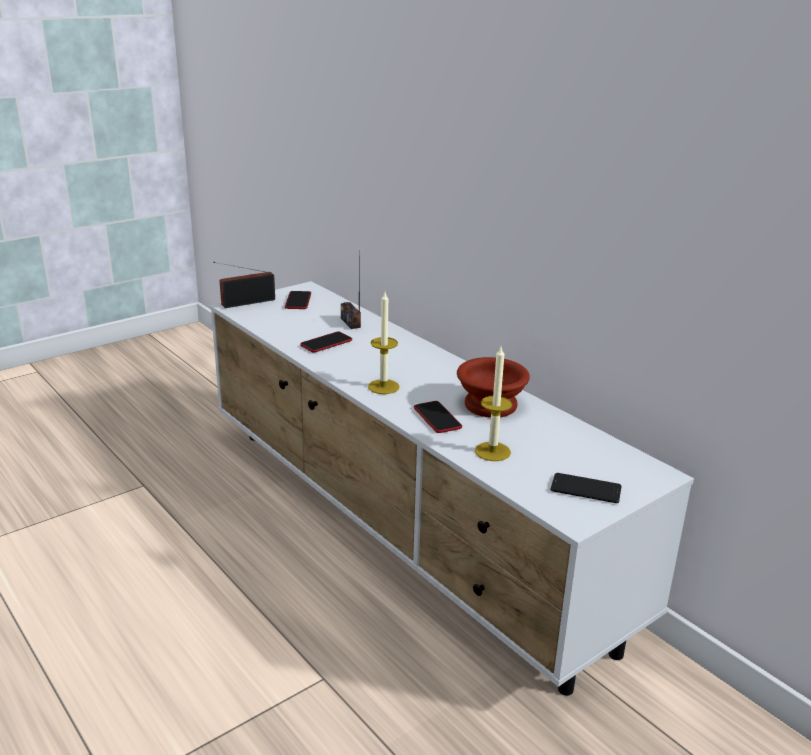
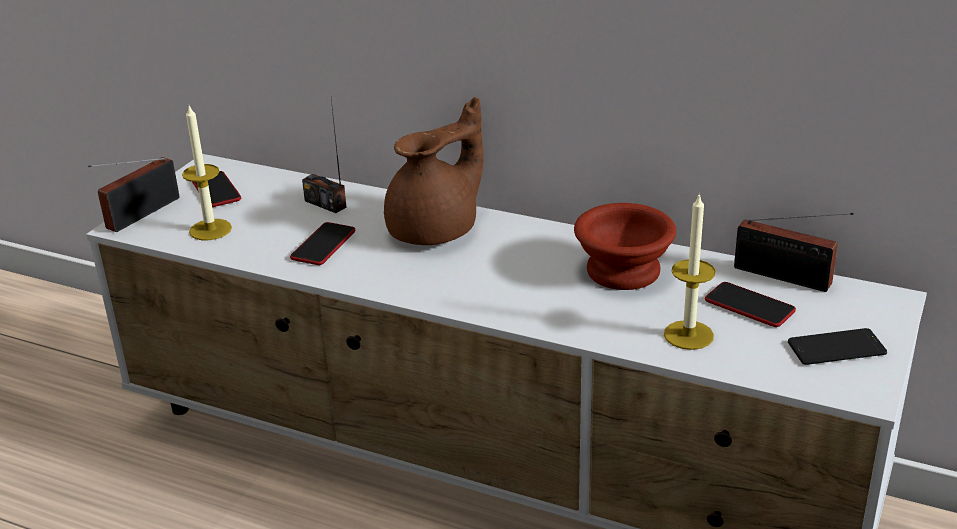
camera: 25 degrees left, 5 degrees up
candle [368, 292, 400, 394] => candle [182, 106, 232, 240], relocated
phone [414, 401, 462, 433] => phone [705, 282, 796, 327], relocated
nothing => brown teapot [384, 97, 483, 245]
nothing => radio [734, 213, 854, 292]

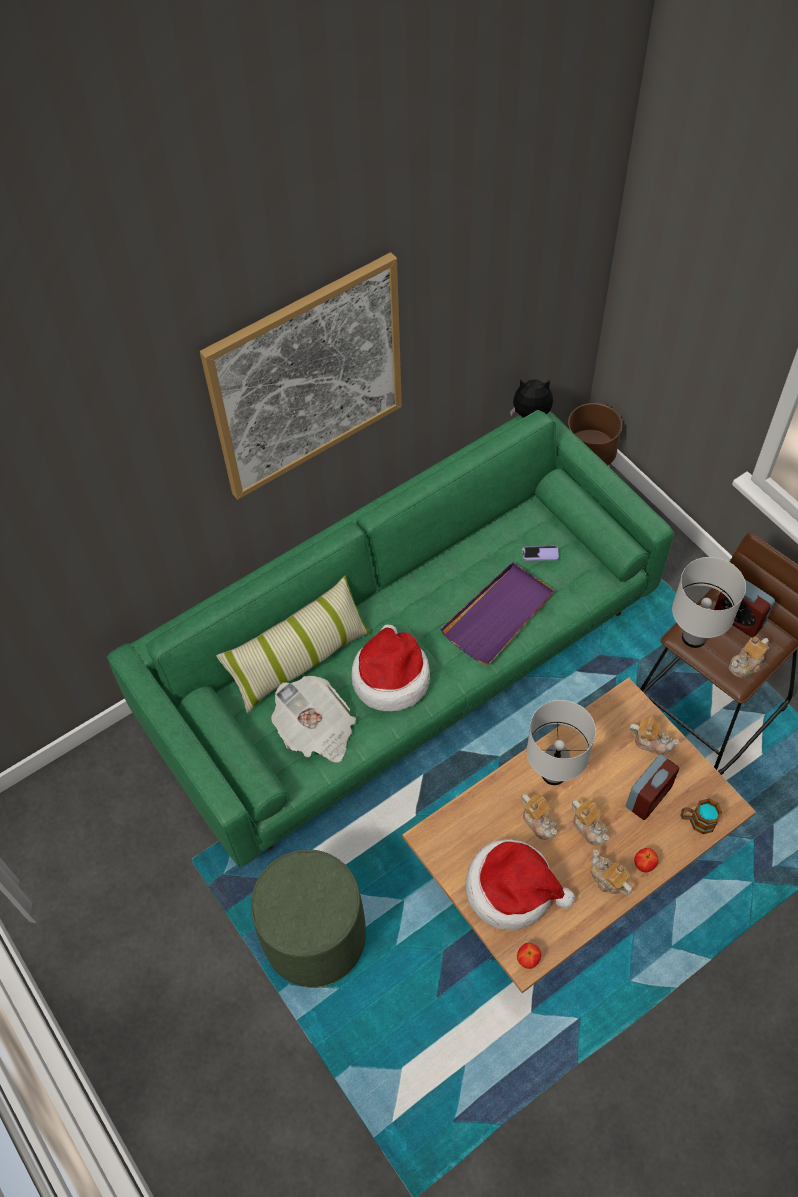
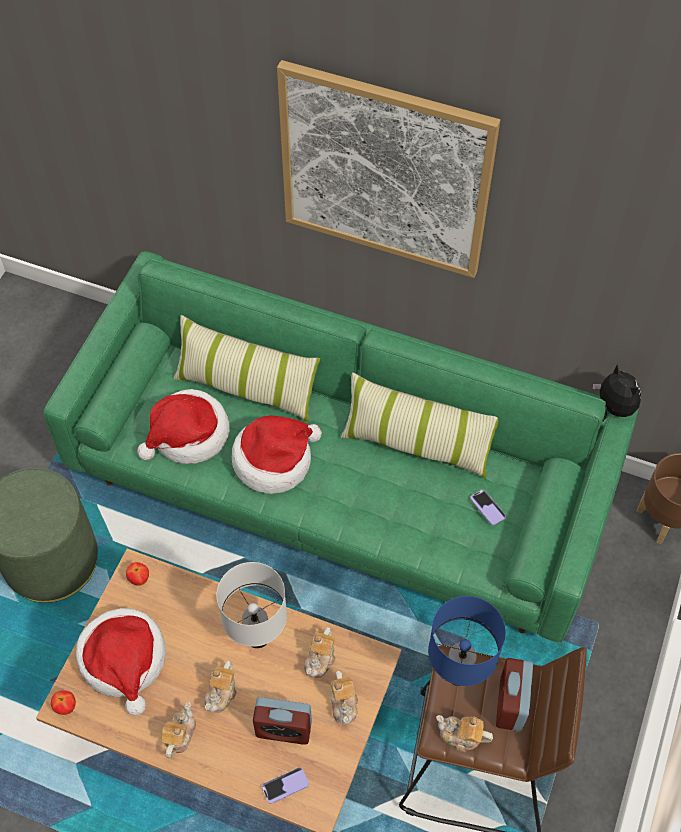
camera: 55 degrees right, 0 degrees up
newspaper [271, 676, 356, 763] => hat [137, 389, 230, 464]
purple tray [440, 562, 554, 665] => nothing
teapot [521, 794, 557, 840] => teapot [304, 627, 335, 678], relocated
apple [634, 848, 659, 872] => apple [126, 562, 149, 586], relocated
white table lamp [672, 557, 746, 648] => blue table lamp [428, 596, 506, 686]
mug [680, 798, 722, 834] => phone [262, 767, 309, 804]
nothing => pillow [341, 372, 498, 478]

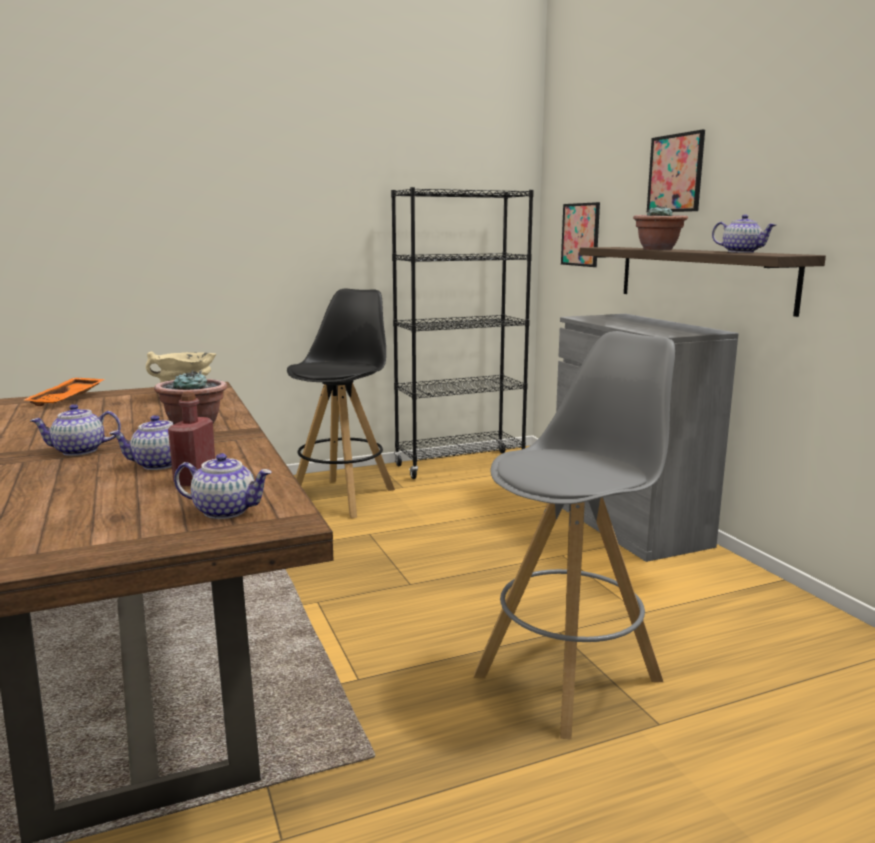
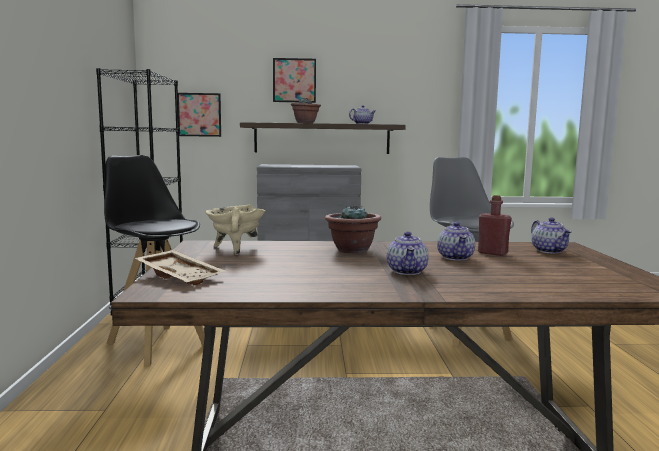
camera: 70 degrees left, 5 degrees down
orange tray [24, 378, 105, 406] => beige tray [135, 250, 225, 285]
teapot [174, 453, 272, 519] => teapot [531, 217, 572, 253], 135 degrees clockwise

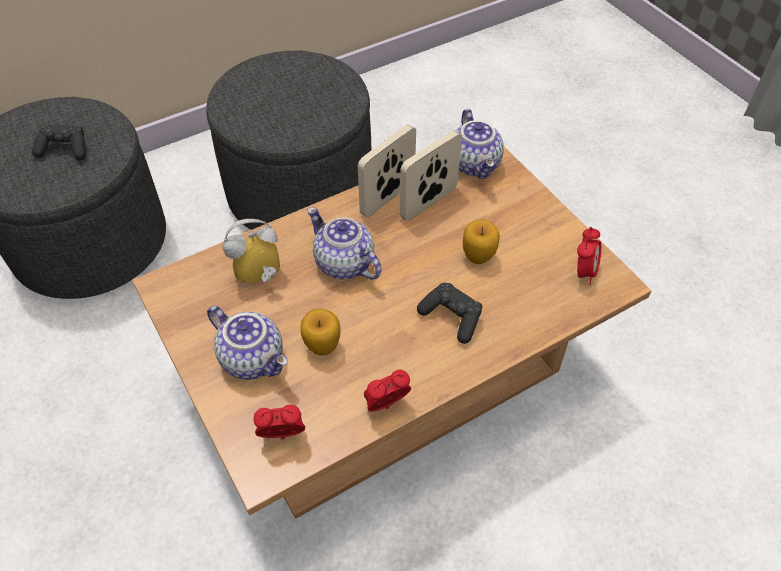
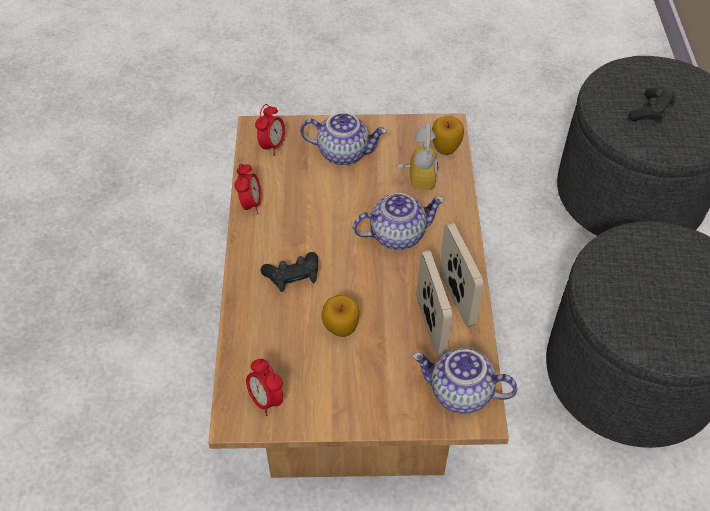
camera: 120 degrees right, 0 degrees up
teapot [207, 306, 288, 380] => teapot [300, 112, 387, 165], 150 degrees counterclockwise
apple [300, 308, 340, 355] => apple [432, 116, 464, 155], relocated

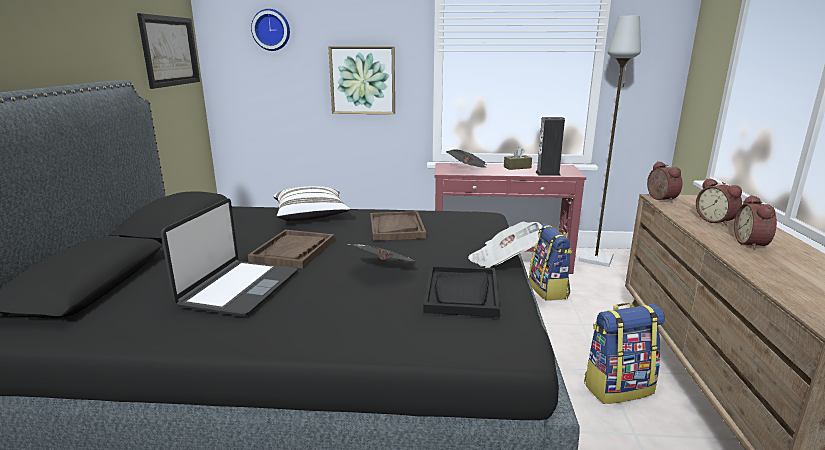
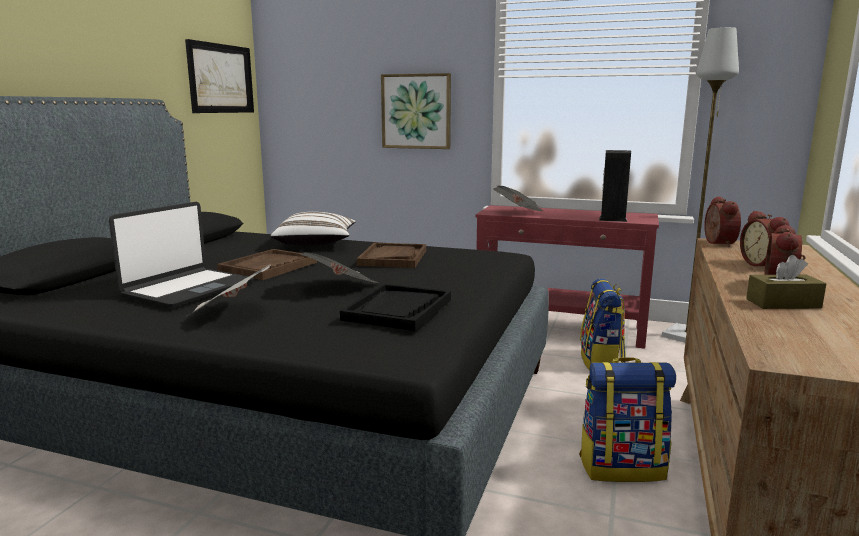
camera: 15 degrees right, 5 degrees down
wall clock [251, 9, 290, 51] => nothing
newspaper [468, 222, 543, 268] => newspaper [187, 265, 271, 316], relocated
brown tissue box [504, 147, 532, 170] => brown tissue box [746, 255, 826, 309], relocated

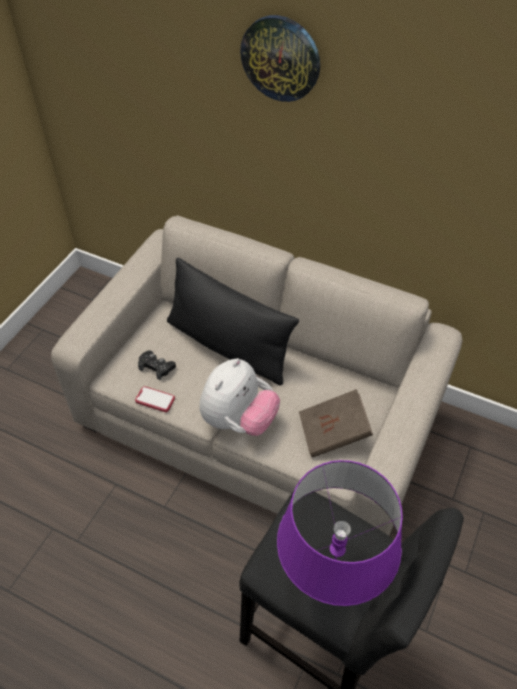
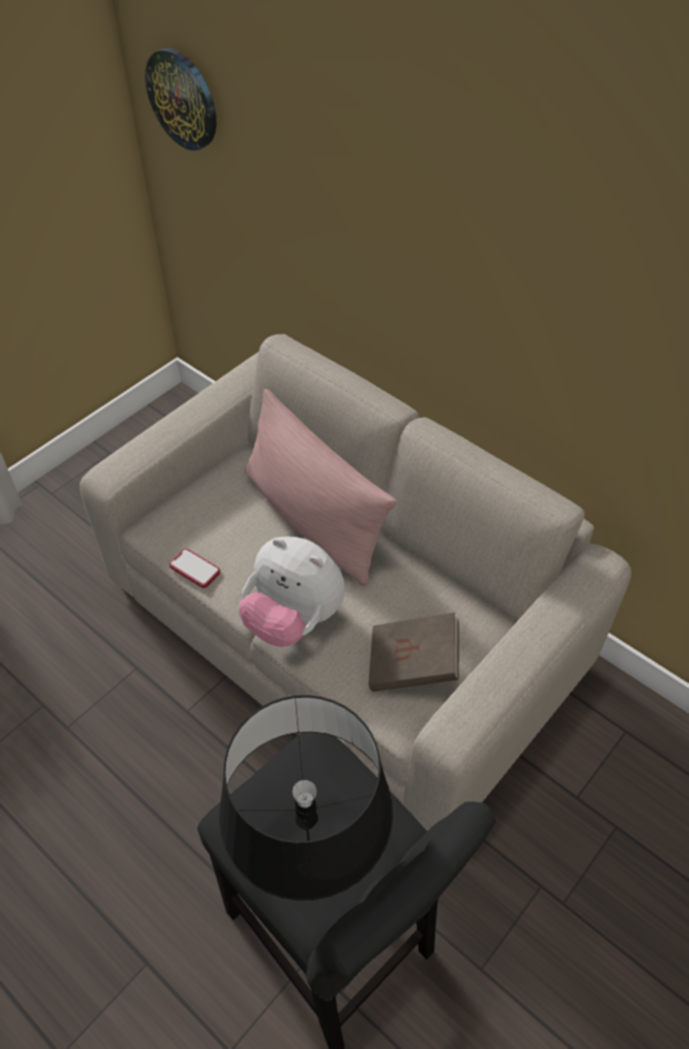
camera: 15 degrees right, 0 degrees up
black game controller [138, 350, 176, 380] => nothing
black pillow [167, 258, 299, 386] => pink pillow [245, 389, 397, 586]
plush toy [199, 358, 280, 436] => plush toy [239, 536, 345, 647], 75 degrees clockwise
wall clock [240, 15, 320, 102] => wall clock [145, 48, 217, 151], relocated
purple table lamp [277, 460, 403, 606] => black table lamp [219, 695, 393, 901]

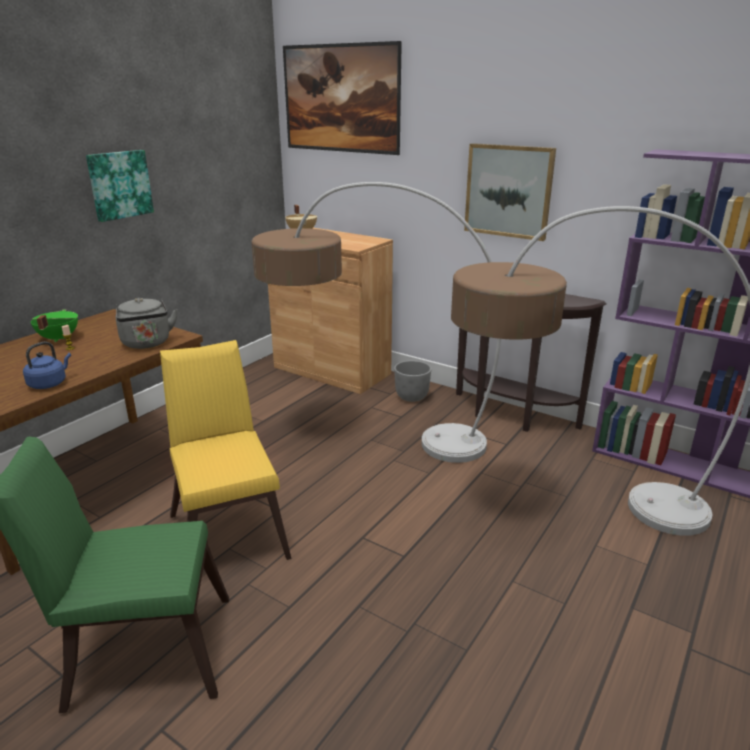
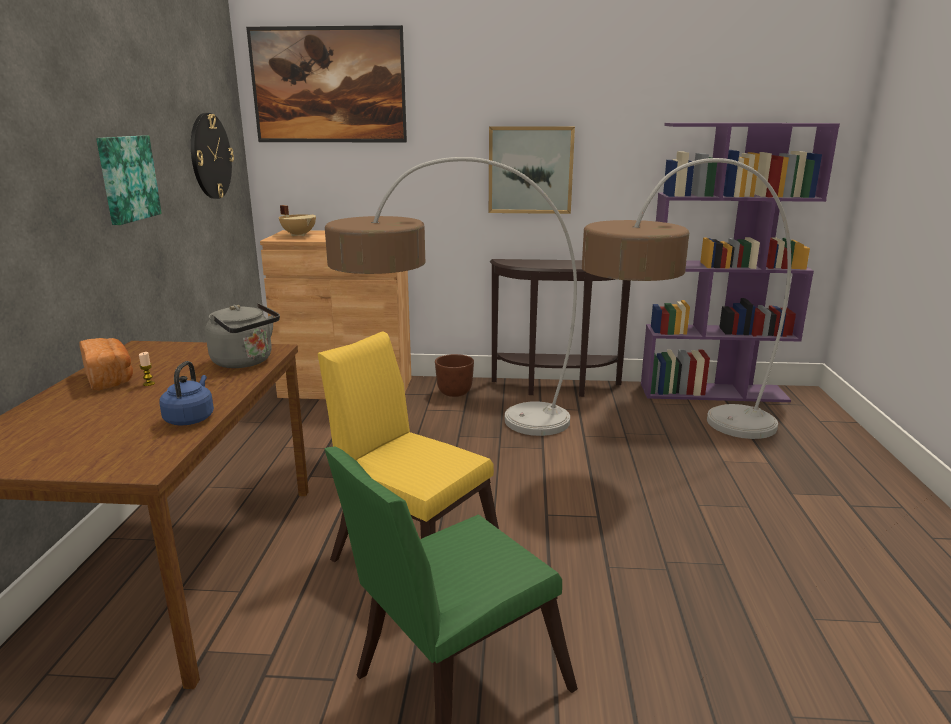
camera: 30 degrees left, 5 degrees down
green cooking pot [31, 309, 78, 342] => bread [79, 338, 133, 391]
grey planter [394, 360, 431, 402] => brown planter [435, 354, 474, 397]
nothing => wall clock [191, 113, 234, 199]

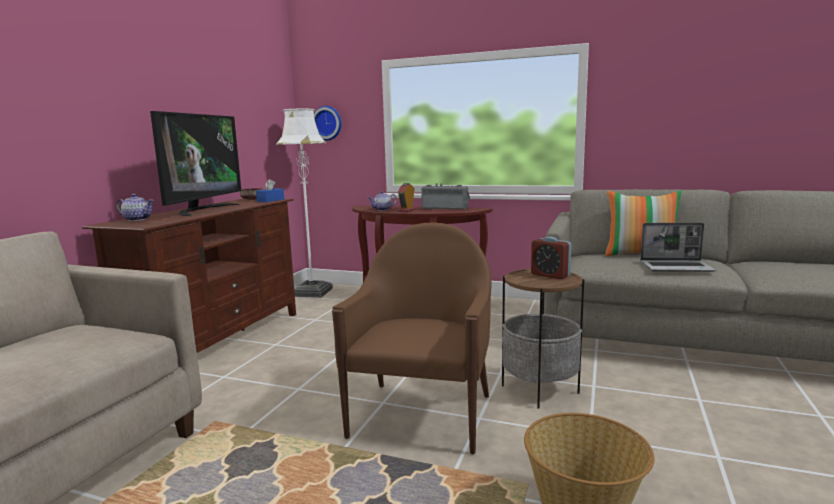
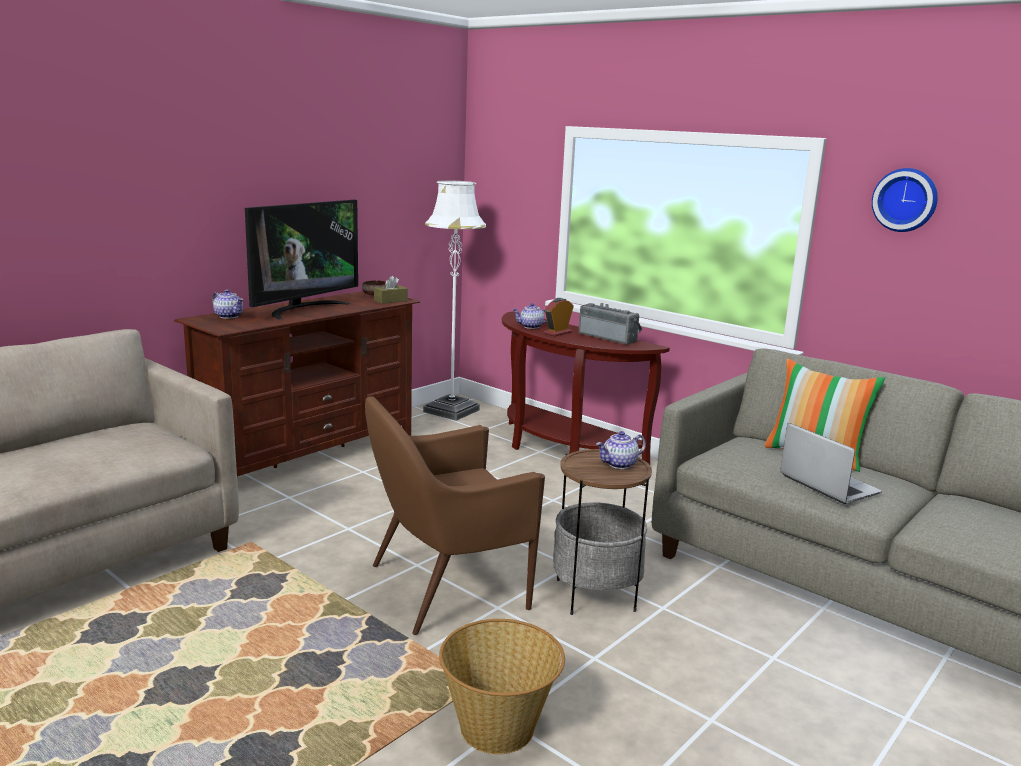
camera: 20 degrees right, 5 degrees up
blue tissue box [256, 179, 284, 202] => brown tissue box [374, 276, 408, 304]
wall clock [314, 106, 342, 141] => wall clock [872, 168, 938, 232], relocated
brown armchair [332, 223, 492, 454] => brown armchair [365, 397, 545, 635], 150 degrees counterclockwise
alarm clock [531, 237, 572, 280] => teapot [596, 431, 646, 469]
laptop [640, 223, 717, 272] => laptop [780, 423, 882, 504], 150 degrees counterclockwise

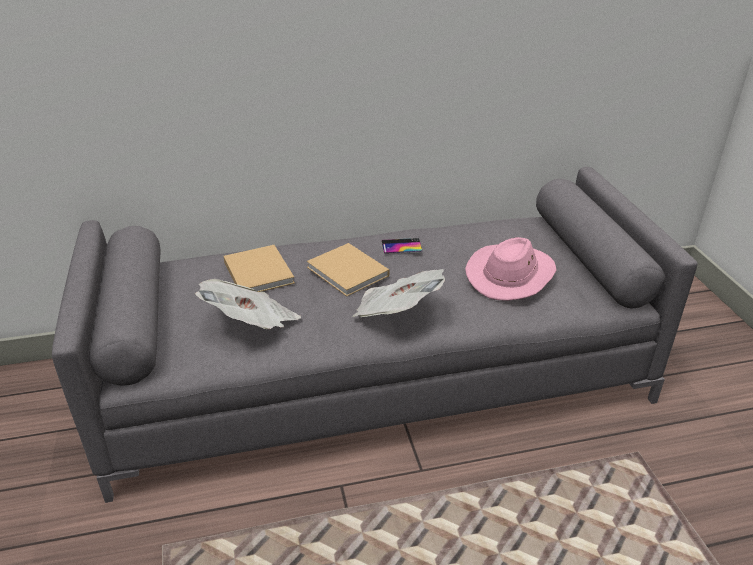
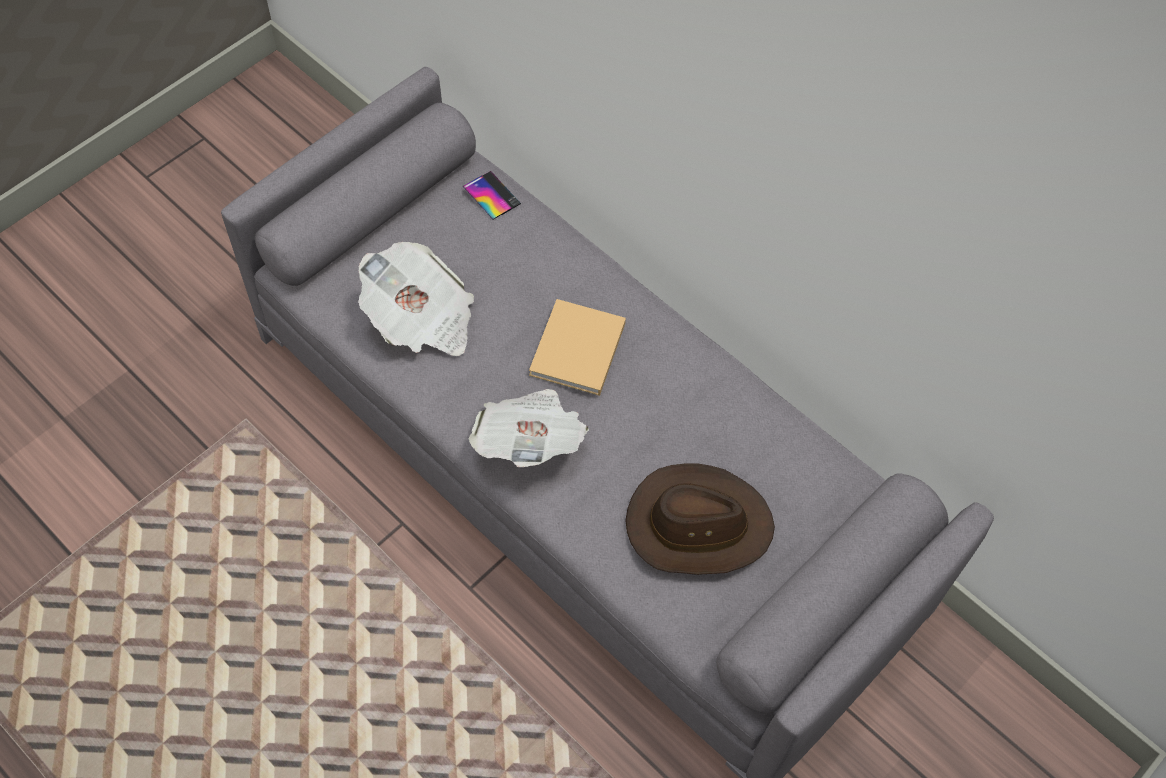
camera: 55 degrees right, 25 degrees up
beige book [224, 245, 295, 292] => nothing
phone [382, 238, 422, 253] => phone [463, 171, 521, 220], relocated
pink hat [465, 237, 556, 301] => brown hat [625, 463, 775, 575]

